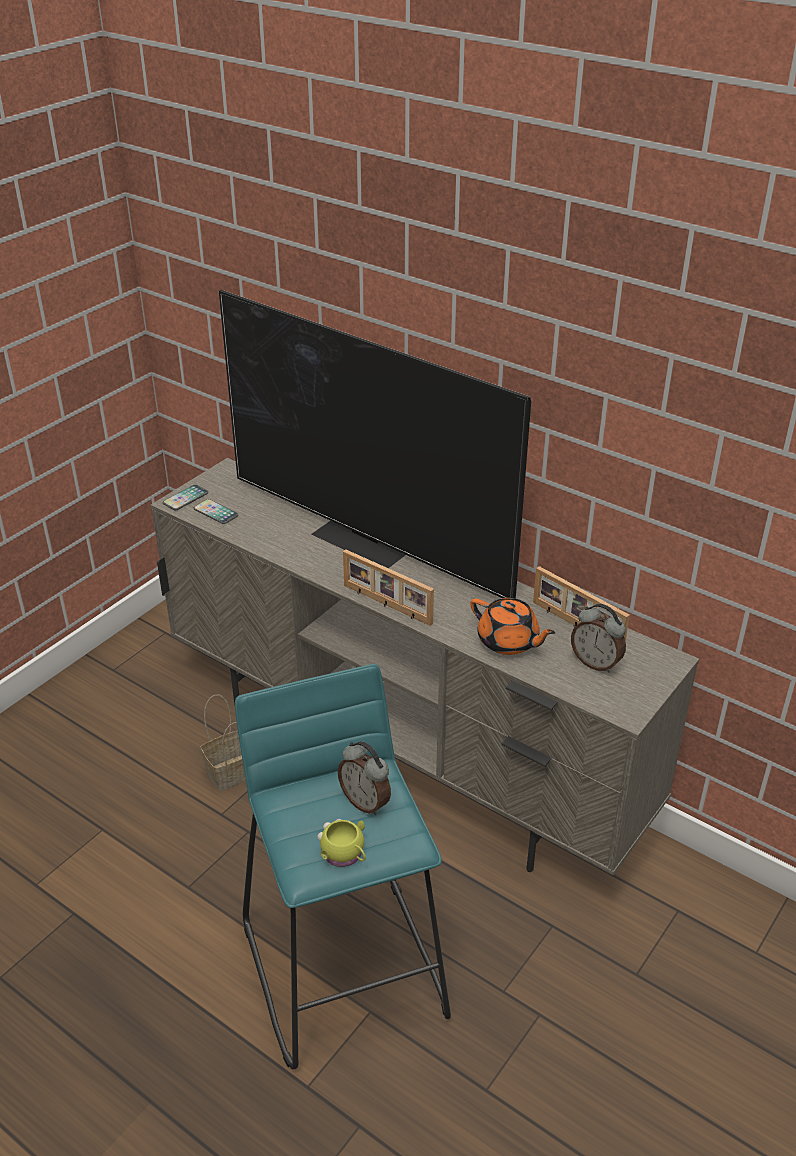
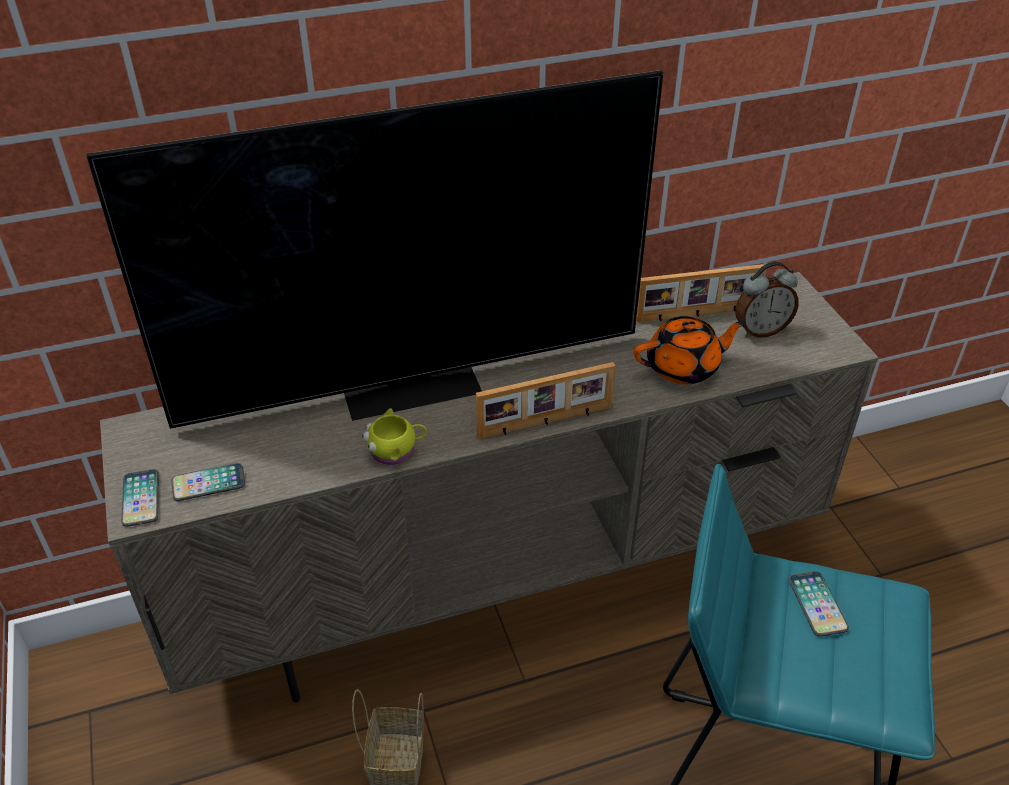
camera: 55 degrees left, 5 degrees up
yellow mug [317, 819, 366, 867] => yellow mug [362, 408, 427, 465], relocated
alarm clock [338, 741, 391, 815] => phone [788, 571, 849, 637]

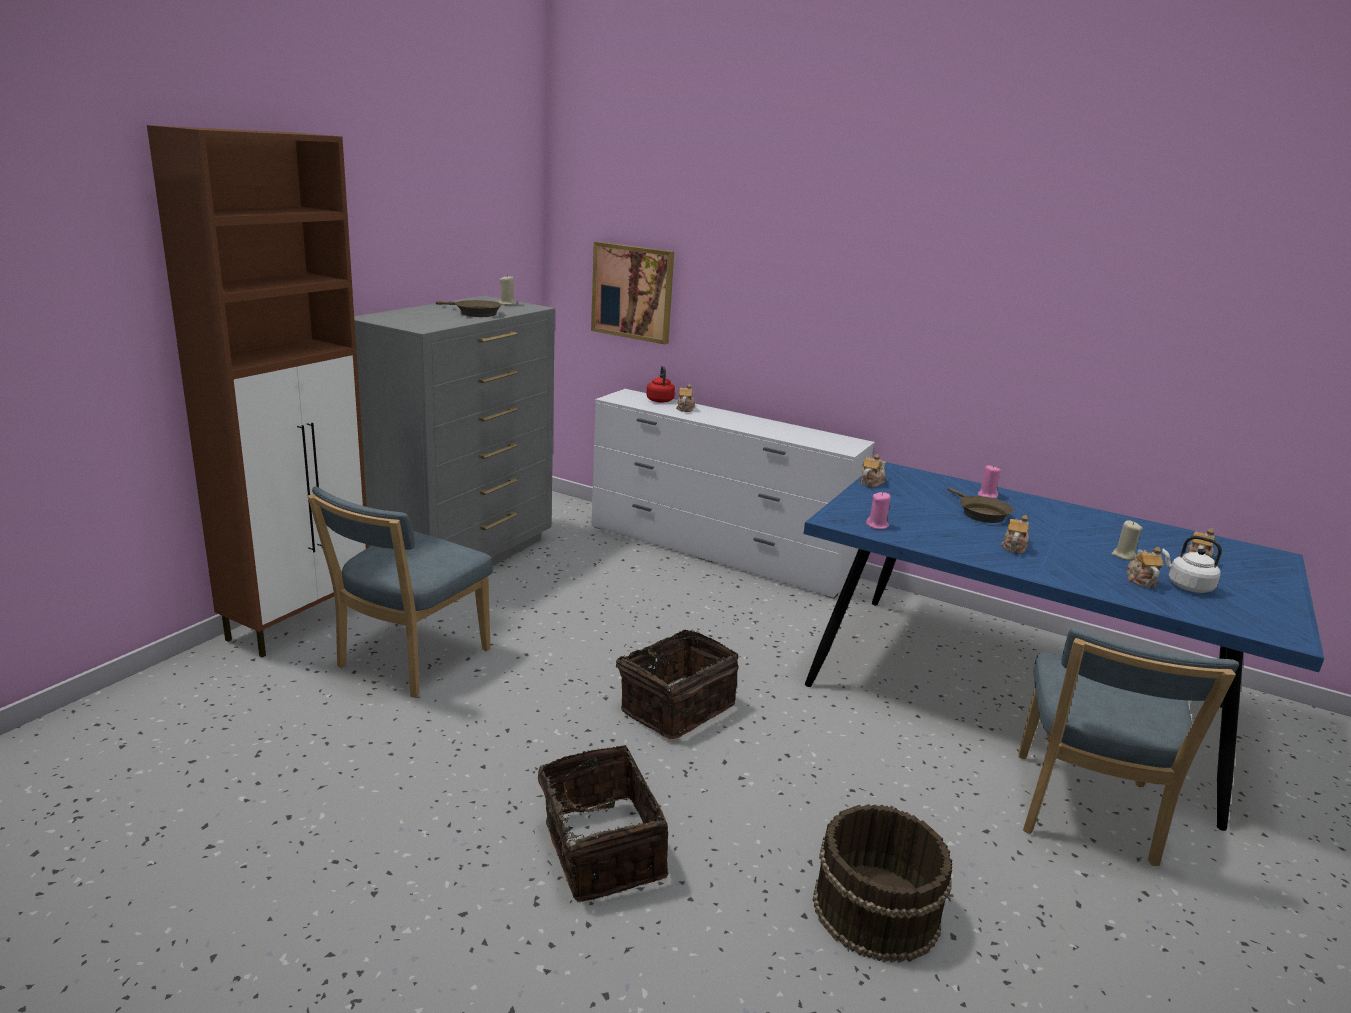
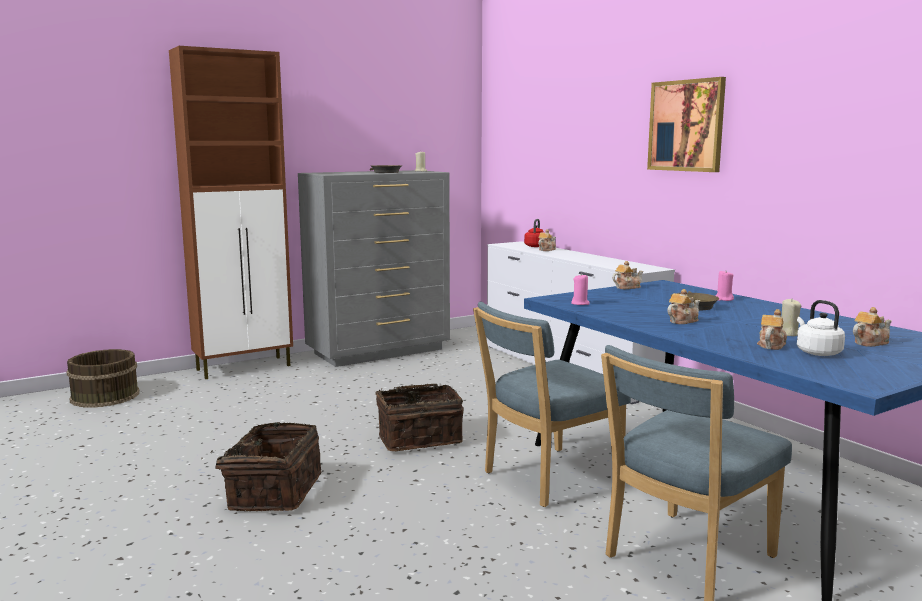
camera: 30 degrees right, 10 degrees down
blue chair [307, 486, 493, 698] => blue chair [473, 301, 631, 507], relocated
picture [591, 242, 674, 344] => picture [647, 77, 726, 172], relocated
brown bucket [812, 804, 952, 963] => brown bucket [67, 349, 140, 408], relocated

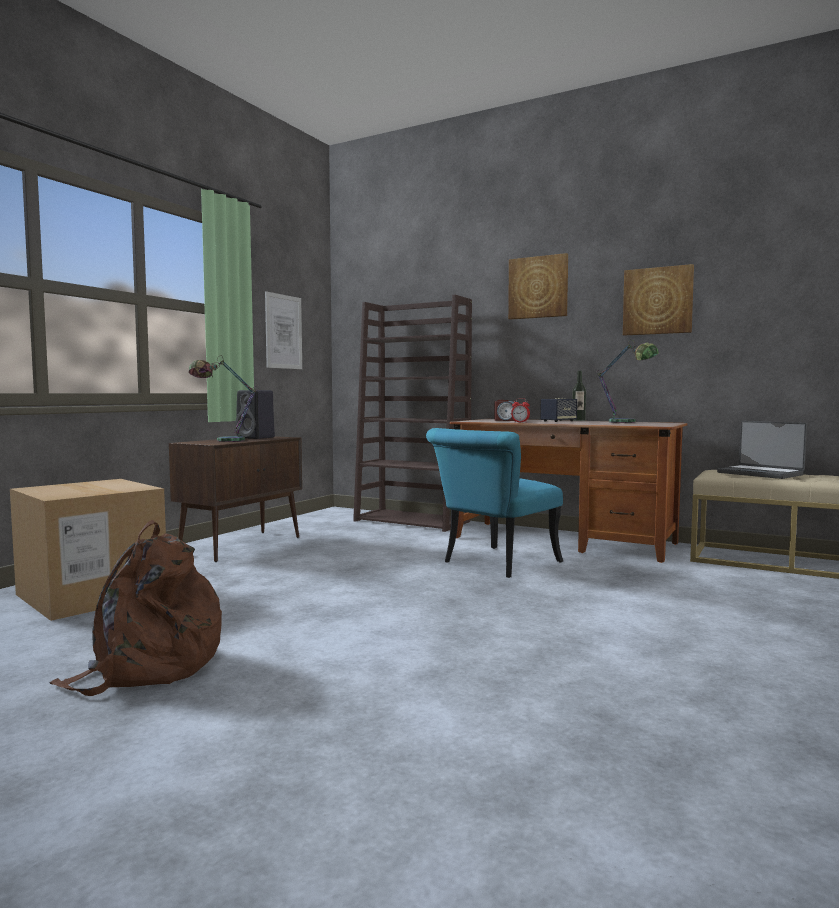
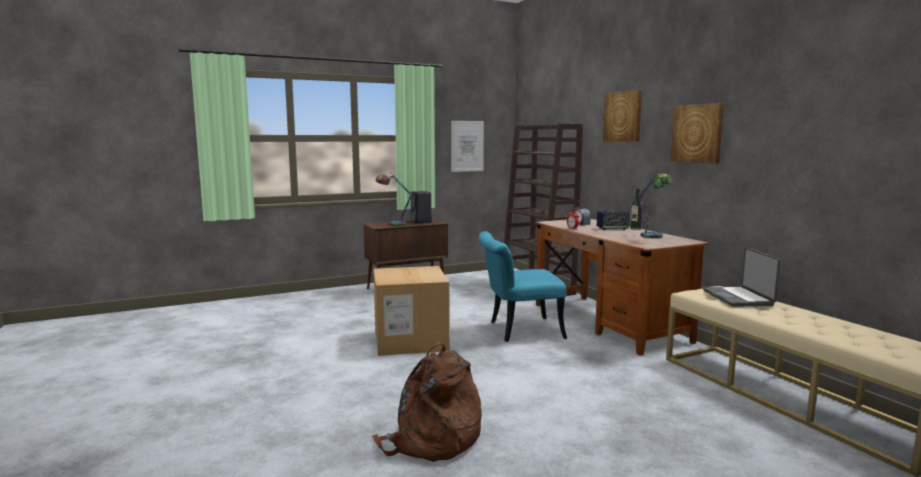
camera: 35 degrees right, 5 degrees up
cardboard box [10, 479, 166, 621] => cardboard box [374, 266, 450, 356], relocated
brown backpack [49, 520, 222, 696] => brown backpack [372, 341, 482, 462], relocated

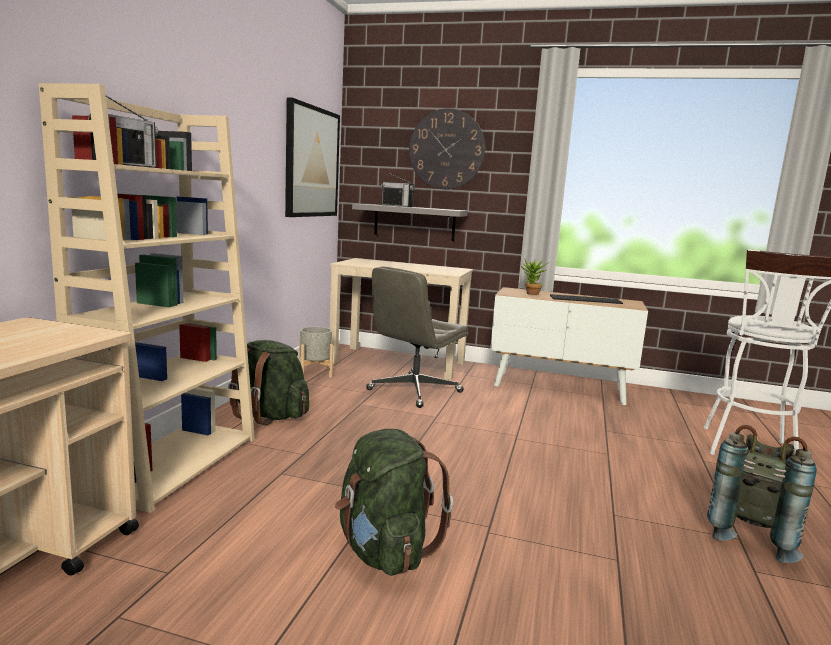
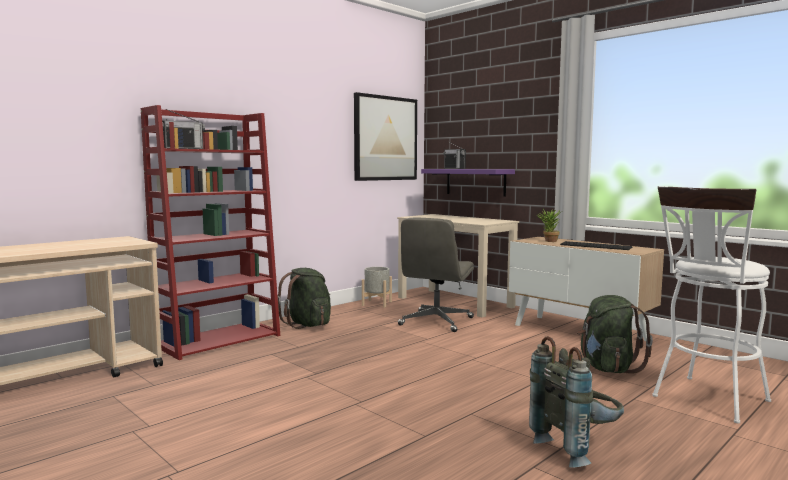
camera: 30 degrees right, 5 degrees down
beige bookcase [39, 83, 255, 513] => red bookcase [141, 105, 280, 360]
green backpack [335, 429, 453, 576] => green backpack [577, 295, 653, 374], relocated
grey shelf [352, 204, 468, 241] => purple shelf [421, 169, 515, 197]
grey office chair [366, 267, 468, 408] => grey office chair [398, 217, 474, 332], 45 degrees counterclockwise
wall clock [409, 108, 485, 189] => nothing

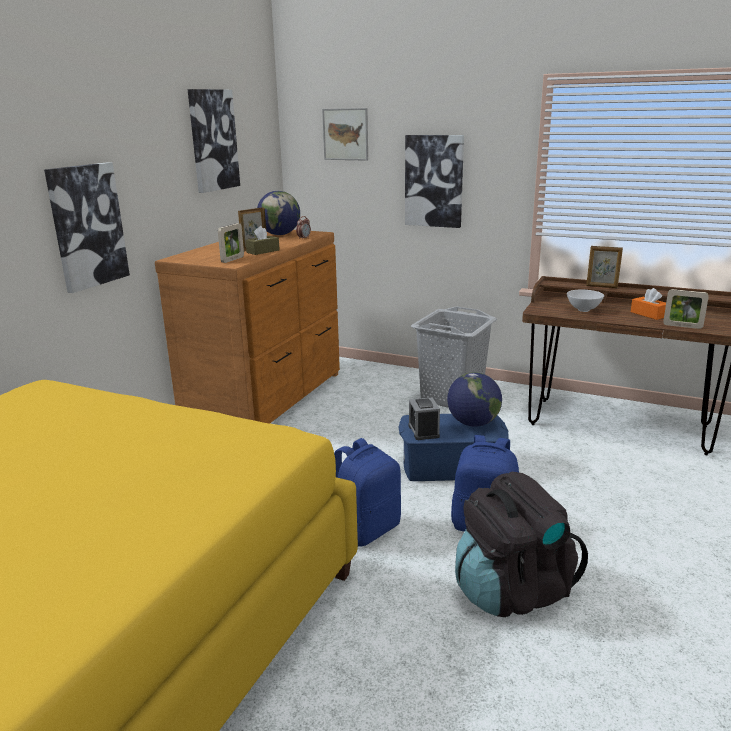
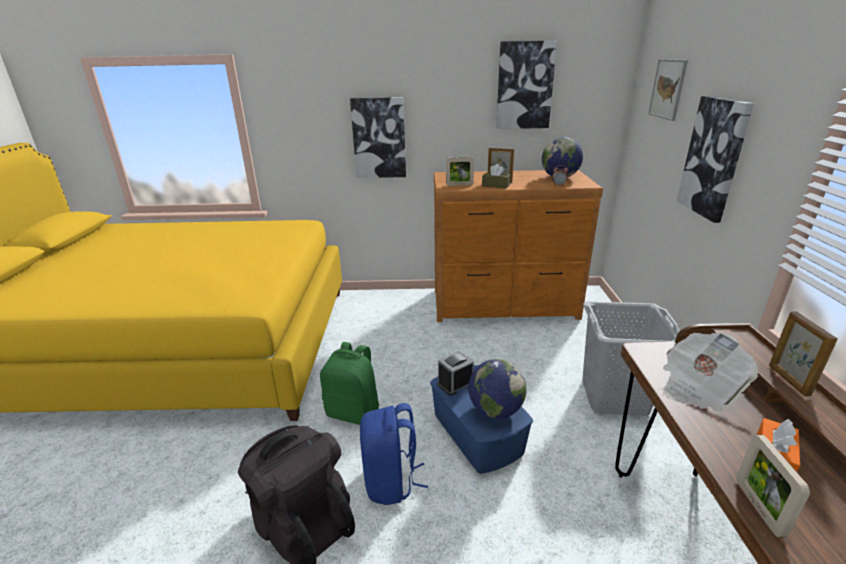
camera: 65 degrees right, 5 degrees up
blue backpack [334, 438, 401, 546] => green backpack [320, 342, 379, 425]
white bowl [567, 290, 604, 312] => newspaper [663, 333, 758, 411]

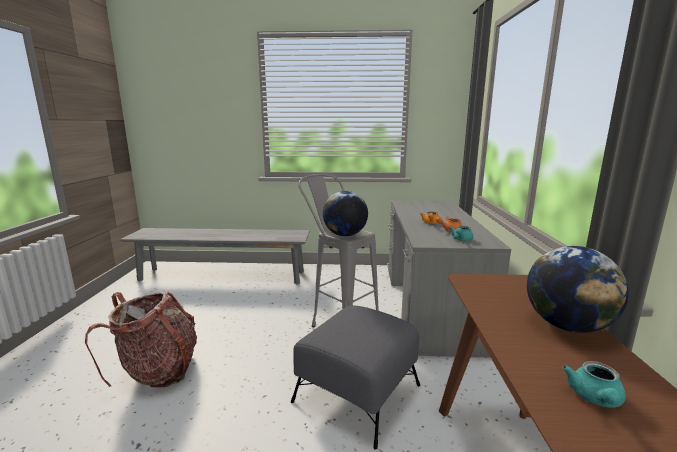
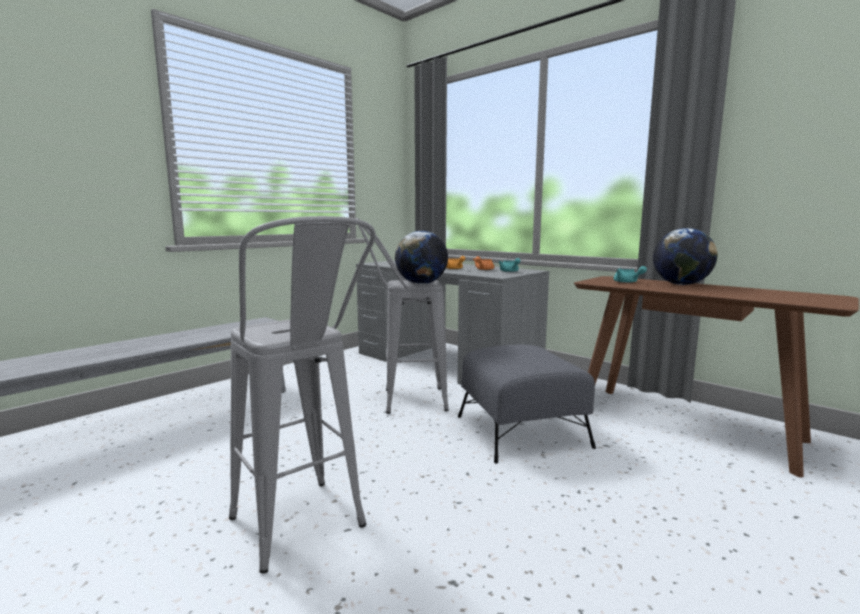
camera: 50 degrees left, 5 degrees down
backpack [85, 292, 197, 387] => grey stool [229, 216, 376, 574]
turquoise teapot [562, 361, 626, 408] => turquoise teapot [613, 266, 647, 283], relocated

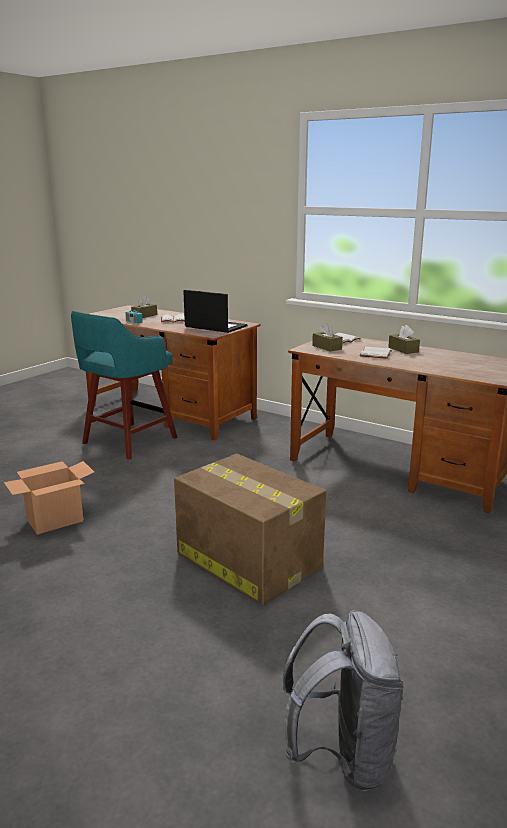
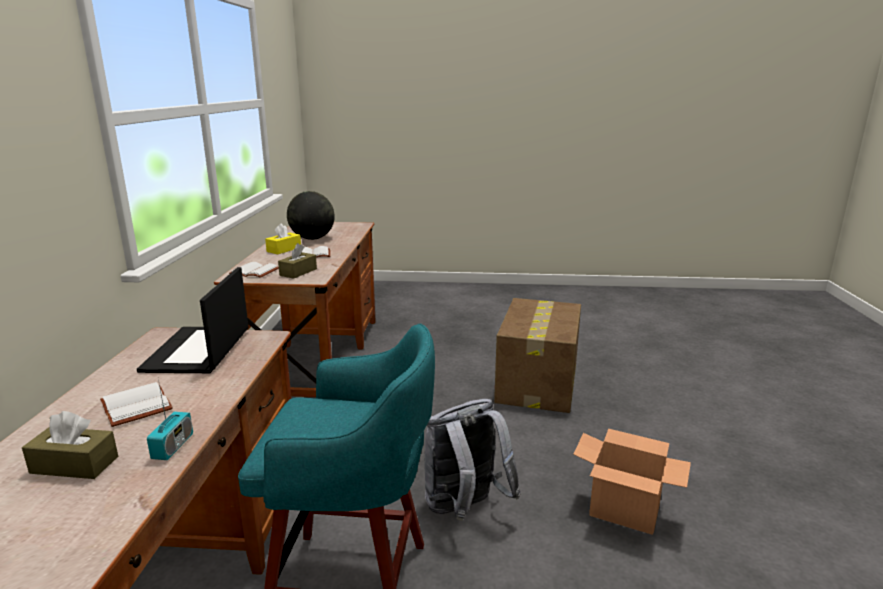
camera: 120 degrees left, 0 degrees up
grey backpack [283, 610, 404, 791] => grey backpack [424, 399, 521, 521], relocated
brown tissue box [388, 325, 420, 354] => yellow tissue box [265, 223, 301, 254]
nothing => globe [287, 191, 335, 240]

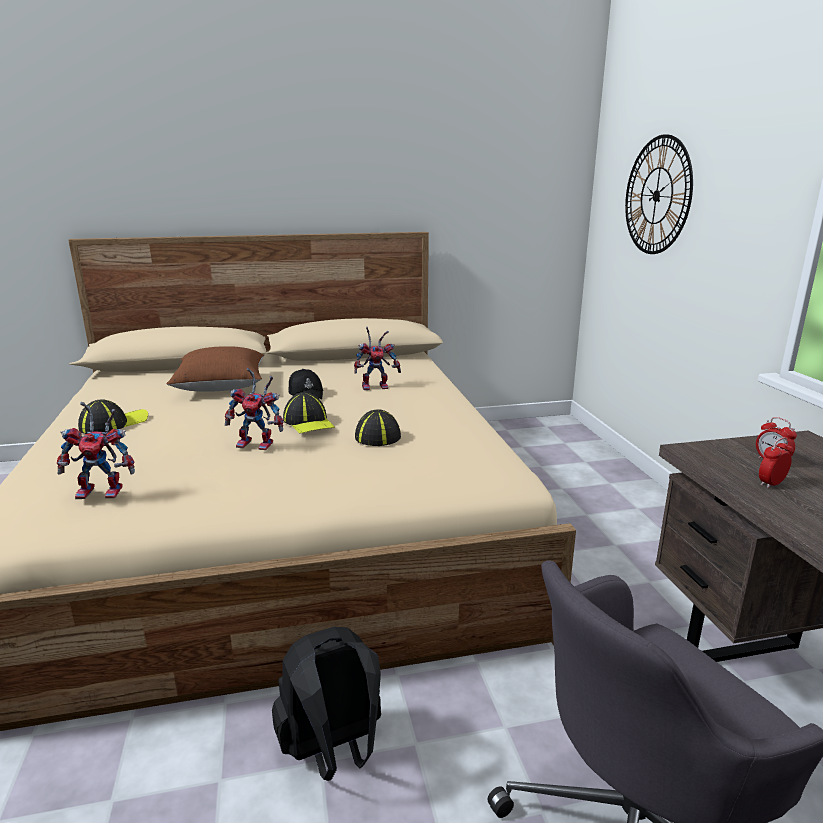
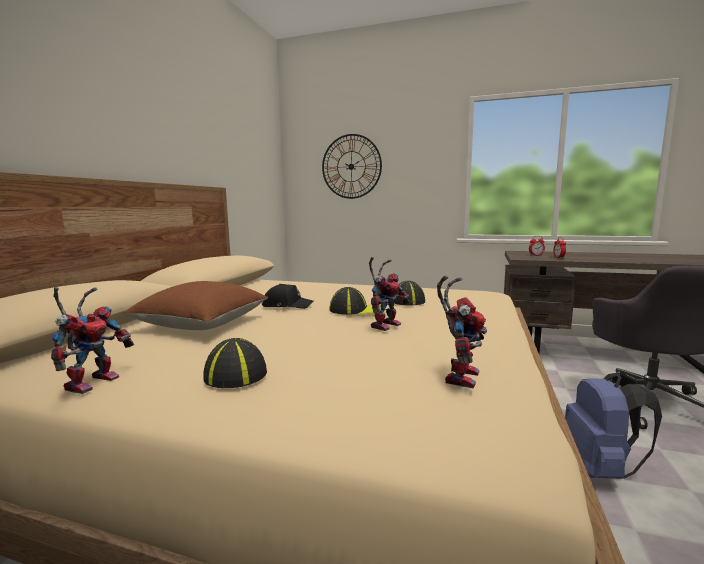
camera: 60 degrees left, 10 degrees down
black backpack [272, 627, 381, 781] => blue backpack [565, 372, 662, 479]
toy robot [354, 327, 401, 390] => toy robot [51, 287, 134, 394], relocated

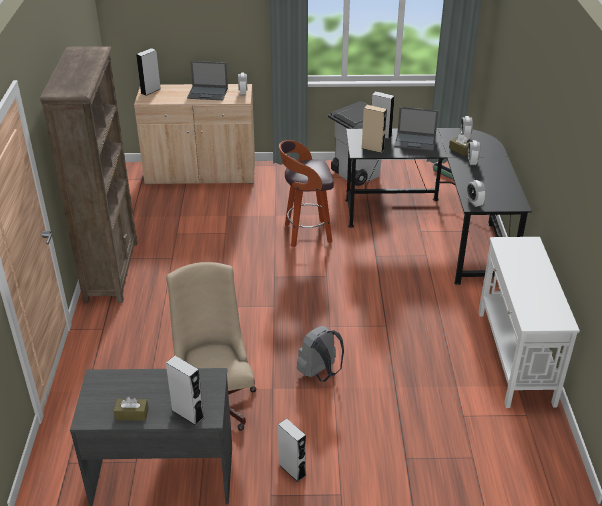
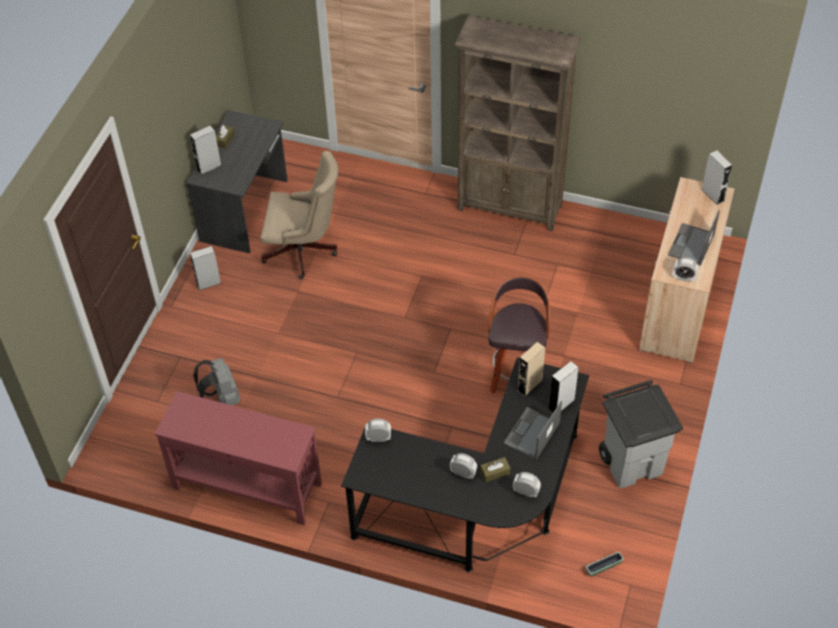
camera: 110 degrees right, 15 degrees up
grey backpack [297, 326, 344, 382] => grey backpack [193, 358, 241, 405], relocated
white console table [479, 237, 580, 408] => red console table [155, 391, 322, 525]

